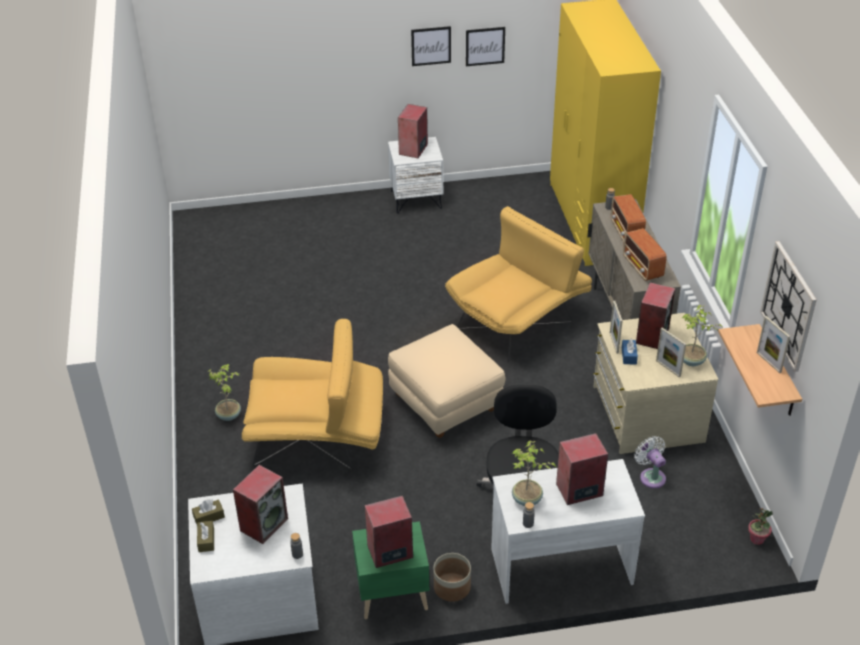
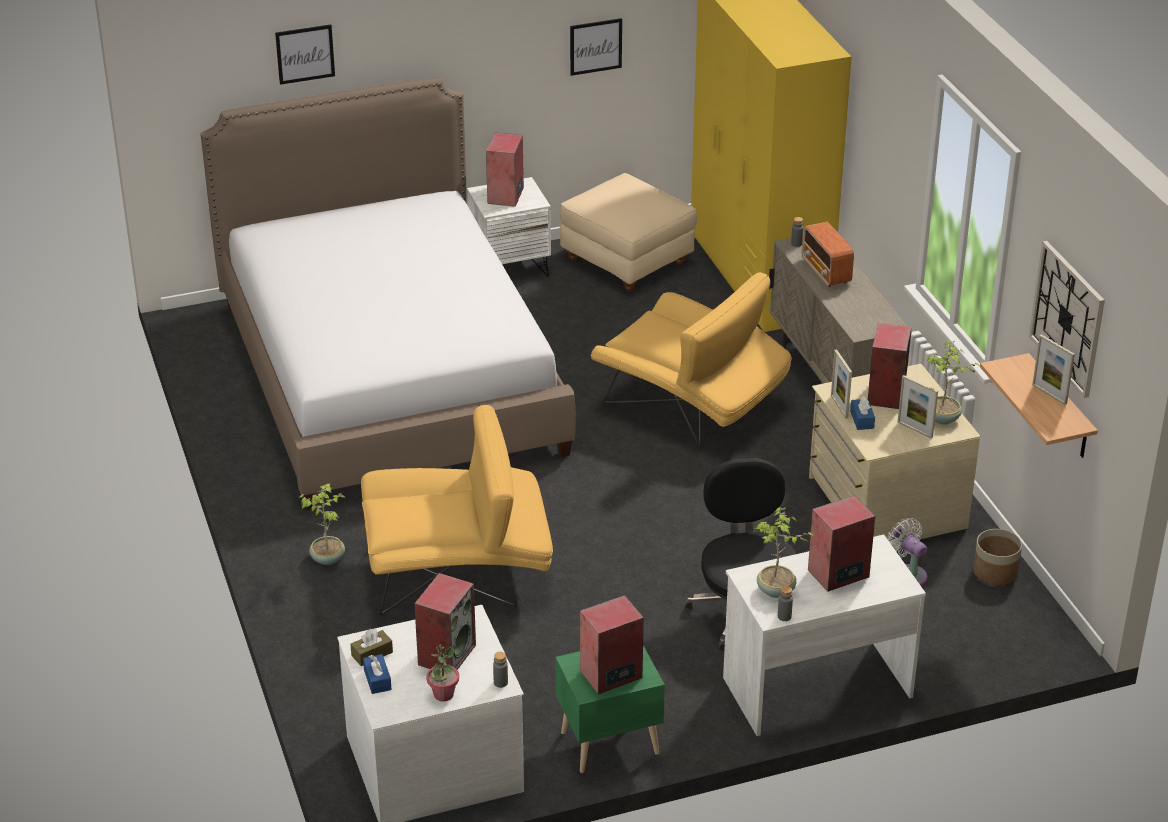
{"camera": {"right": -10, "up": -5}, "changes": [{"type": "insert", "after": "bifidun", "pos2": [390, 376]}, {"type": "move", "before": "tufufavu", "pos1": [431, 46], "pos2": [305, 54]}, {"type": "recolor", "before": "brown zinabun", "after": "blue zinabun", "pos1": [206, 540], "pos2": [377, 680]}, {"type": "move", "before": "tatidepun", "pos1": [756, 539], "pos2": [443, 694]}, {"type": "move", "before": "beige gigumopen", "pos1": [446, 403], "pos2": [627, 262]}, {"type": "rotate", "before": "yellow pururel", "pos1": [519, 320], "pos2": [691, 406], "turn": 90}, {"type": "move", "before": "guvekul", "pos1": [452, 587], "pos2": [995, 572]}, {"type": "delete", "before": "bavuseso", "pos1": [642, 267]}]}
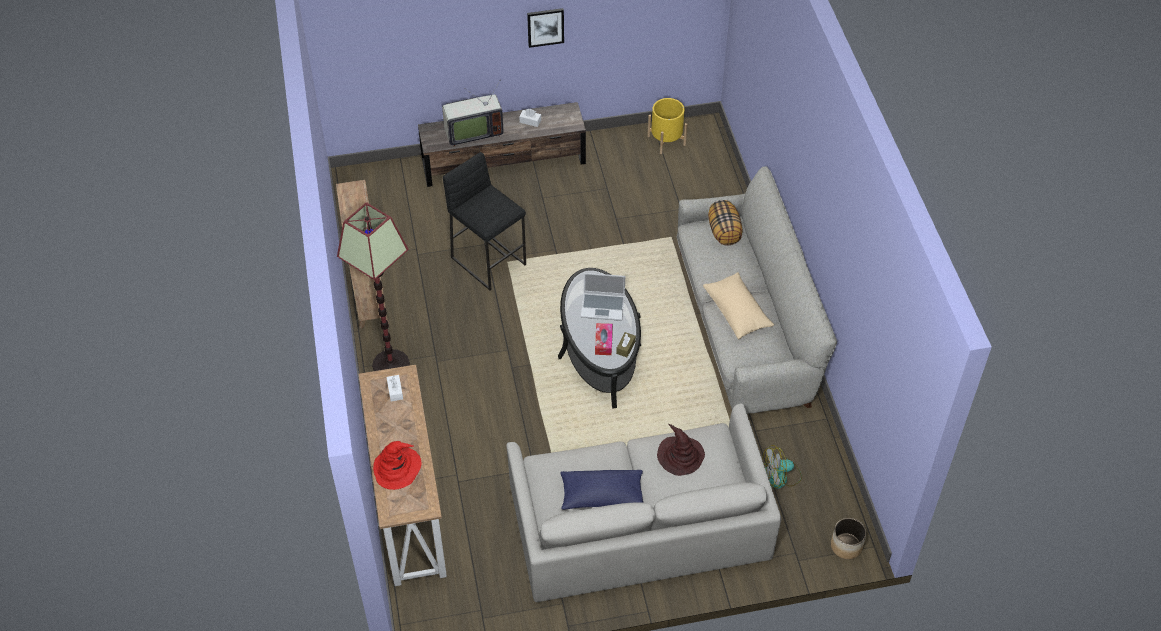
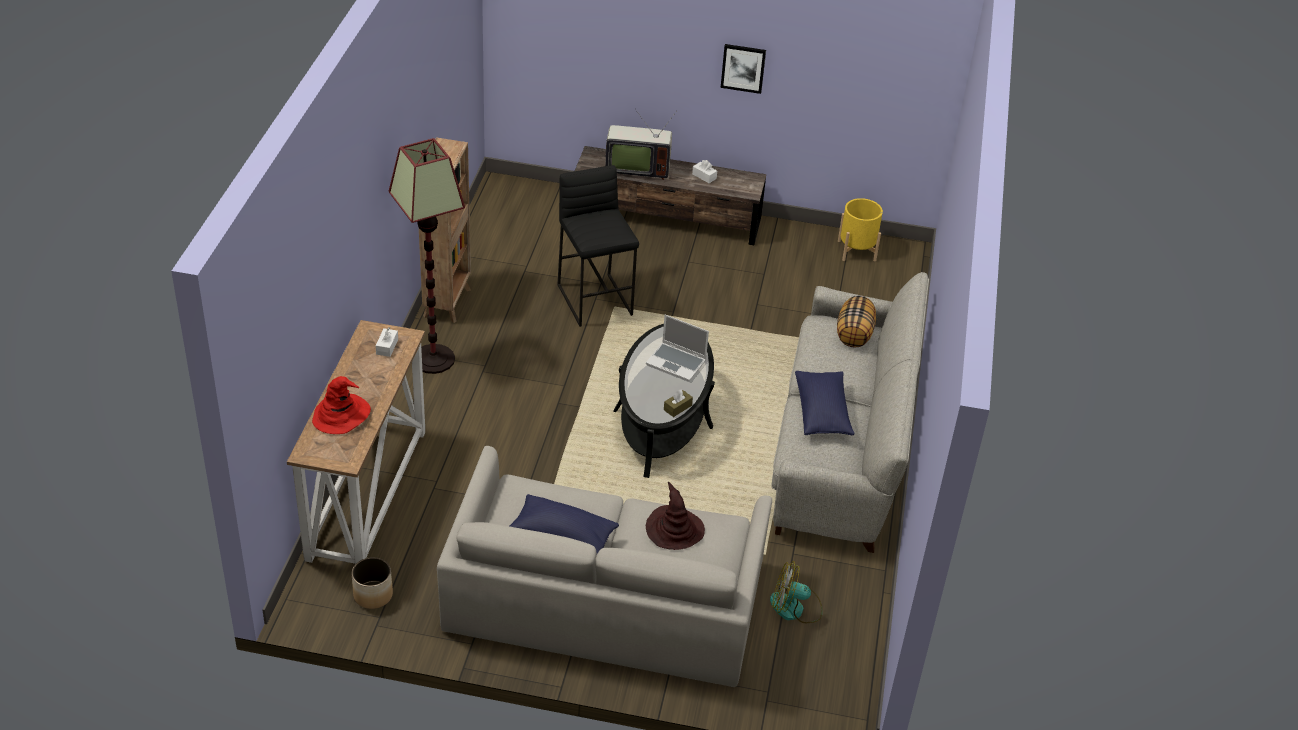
{"camera": {"right": 20, "up": -10}, "changes": [{"type": "move", "before": "guvekul", "pos1": [846, 546], "pos2": [372, 595]}, {"type": "recolor", "before": "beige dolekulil", "after": "blue dolekulil", "pos1": [737, 312], "pos2": [822, 412]}, {"type": "delete", "before": "zinabun", "pos1": [603, 342]}]}
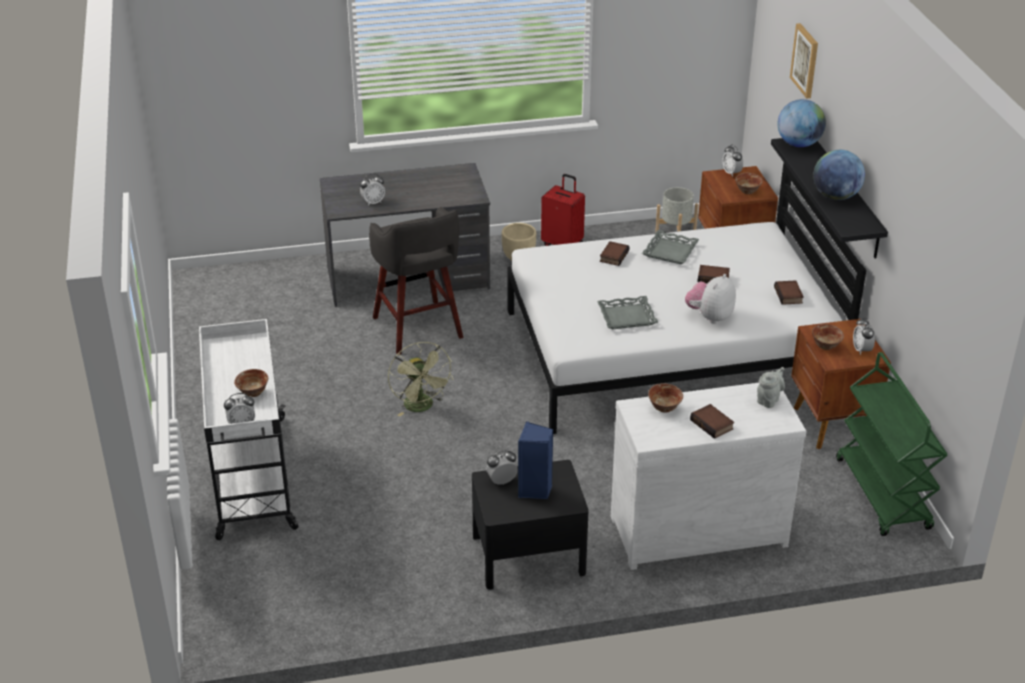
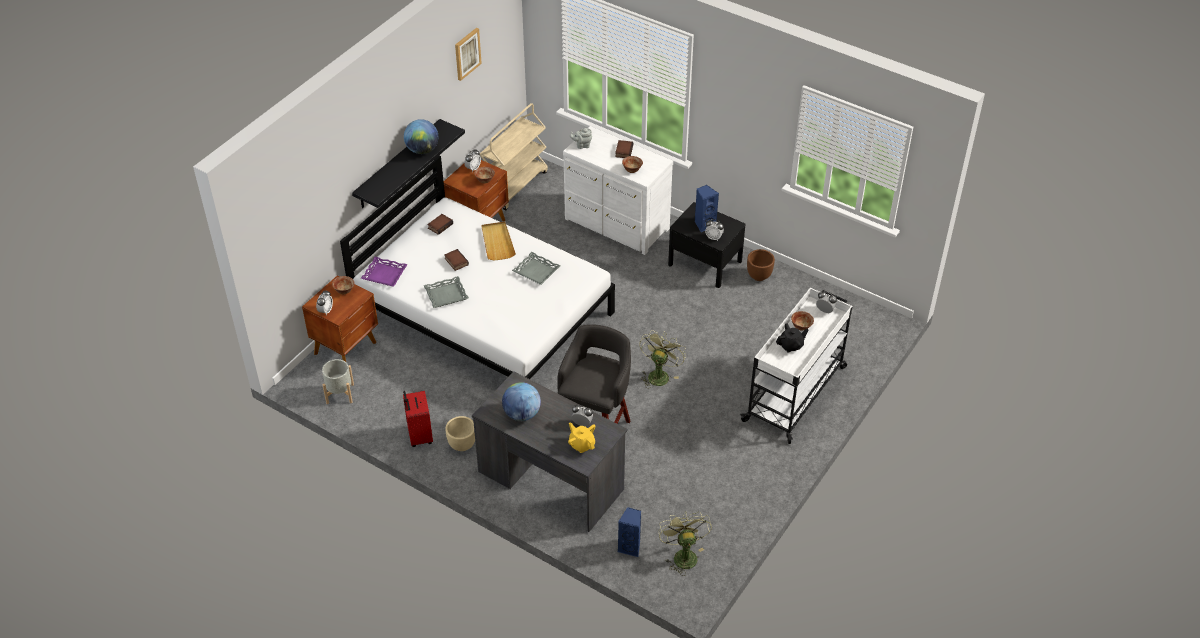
{"camera": {"right": -135, "up": 10}, "changes": [{"type": "insert", "after": "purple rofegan", "pos2": [384, 275]}, {"type": "move", "before": "tufufavu", "pos1": [805, 60], "pos2": [467, 53]}, {"type": "recolor", "before": "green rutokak", "after": "beige rutokak", "pos1": [883, 494], "pos2": [514, 185]}, {"type": "replace", "before": "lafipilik", "after": "beige rofegan", "pos1": [710, 317], "pos2": [497, 242]}, {"type": "move", "before": "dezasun", "pos1": [798, 144], "pos2": [522, 414]}, {"type": "insert", "after": "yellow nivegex", "pos2": [582, 444]}, {"type": "insert", "after": "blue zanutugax", "pos2": [630, 547]}, {"type": "insert", "after": "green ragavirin", "pos2": [683, 555]}, {"type": "insert", "after": "brown guvekul", "pos2": [759, 276]}, {"type": "insert", "after": "black nivegex", "pos2": [791, 345]}, {"type": "delete", "before": "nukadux", "pos1": [613, 256]}]}
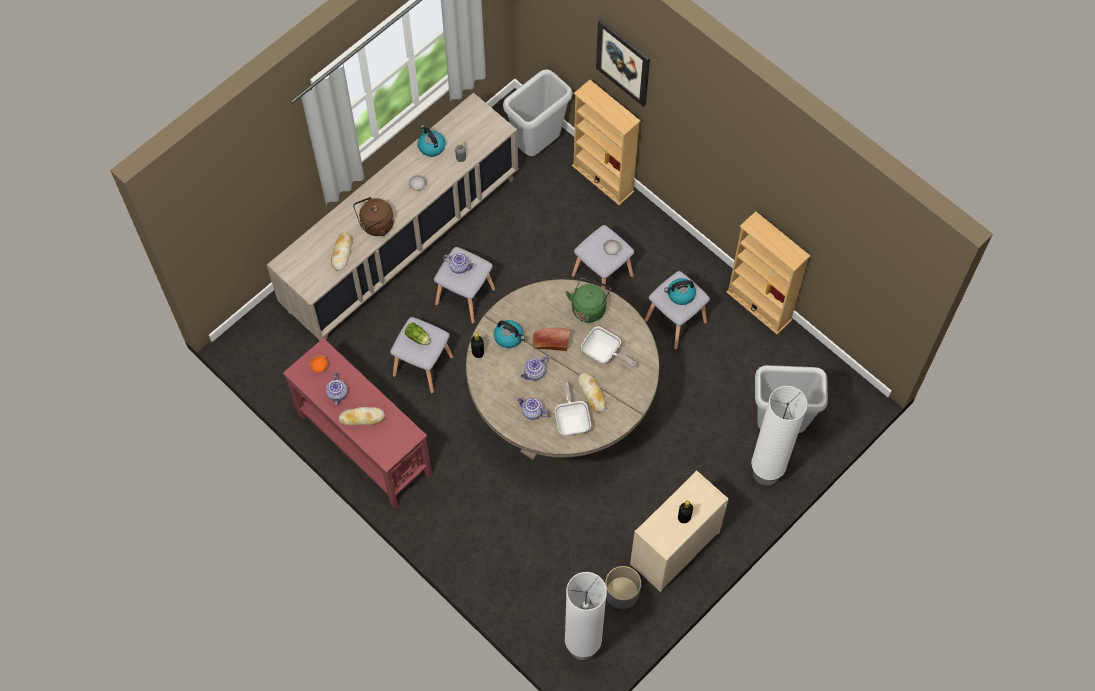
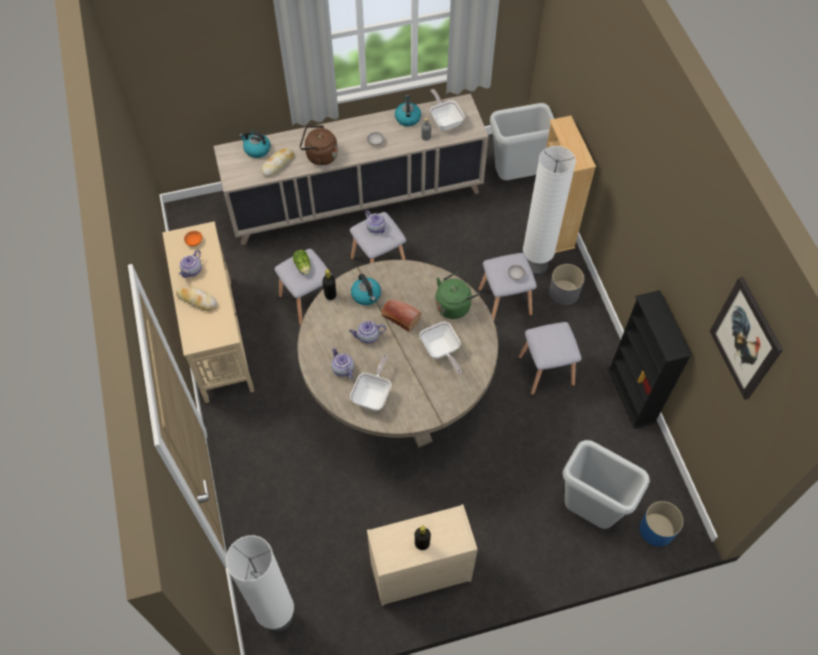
{"camera": {"right": 30, "up": -5}, "changes": [{"type": "recolor", "before": "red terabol", "after": "beige terabol", "pos1": [364, 444], "pos2": [218, 338]}, {"type": "move", "before": "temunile", "pos1": [680, 295], "pos2": [256, 149]}, {"type": "insert", "after": "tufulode", "pos2": [445, 120]}, {"type": "move", "before": "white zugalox", "pos1": [765, 474], "pos2": [535, 266]}, {"type": "move", "before": "grey guvekul", "pos1": [622, 593], "pos2": [564, 293]}, {"type": "recolor", "before": "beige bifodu", "after": "black bifodu", "pos1": [759, 306], "pos2": [631, 395]}, {"type": "insert", "after": "blue guvekul", "pos2": [656, 530]}, {"type": "move", "before": "tufufavu", "pos1": [623, 62], "pos2": [746, 339]}, {"type": "delete", "before": "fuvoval", "pos1": [592, 394]}]}
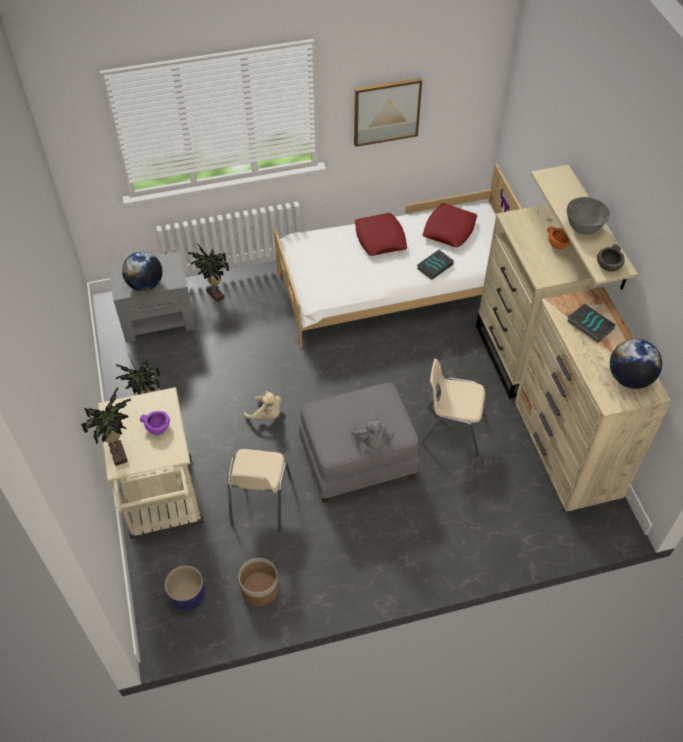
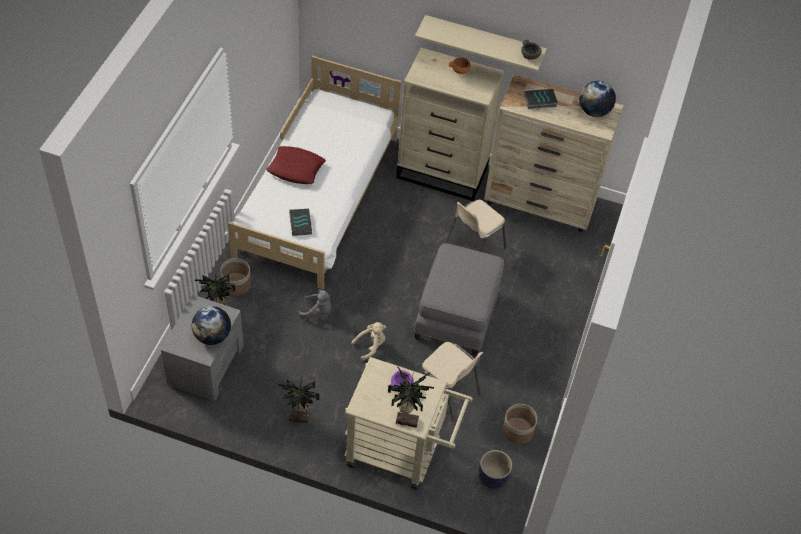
{"camera": {"right": -60, "up": 0}, "changes": [{"type": "insert", "after": "guvekul", "pos2": [236, 285]}, {"type": "move", "before": "nukadux", "pos1": [434, 266], "pos2": [299, 223]}, {"type": "move", "before": "grey lafipilik", "pos1": [372, 441], "pos2": [318, 311]}, {"type": "delete", "before": "tufufavu", "pos1": [386, 111]}, {"type": "delete", "before": "red dolekulil", "pos1": [449, 229]}, {"type": "delete", "before": "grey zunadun", "pos1": [583, 228]}]}
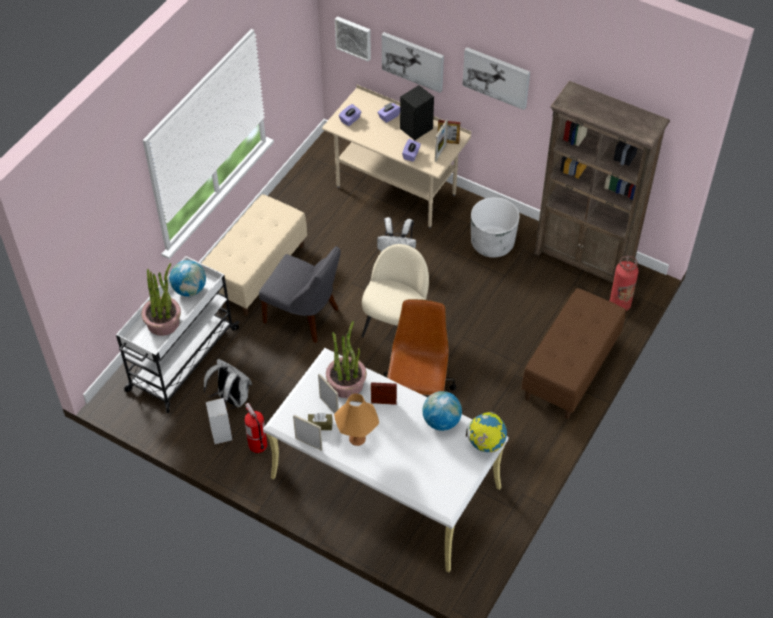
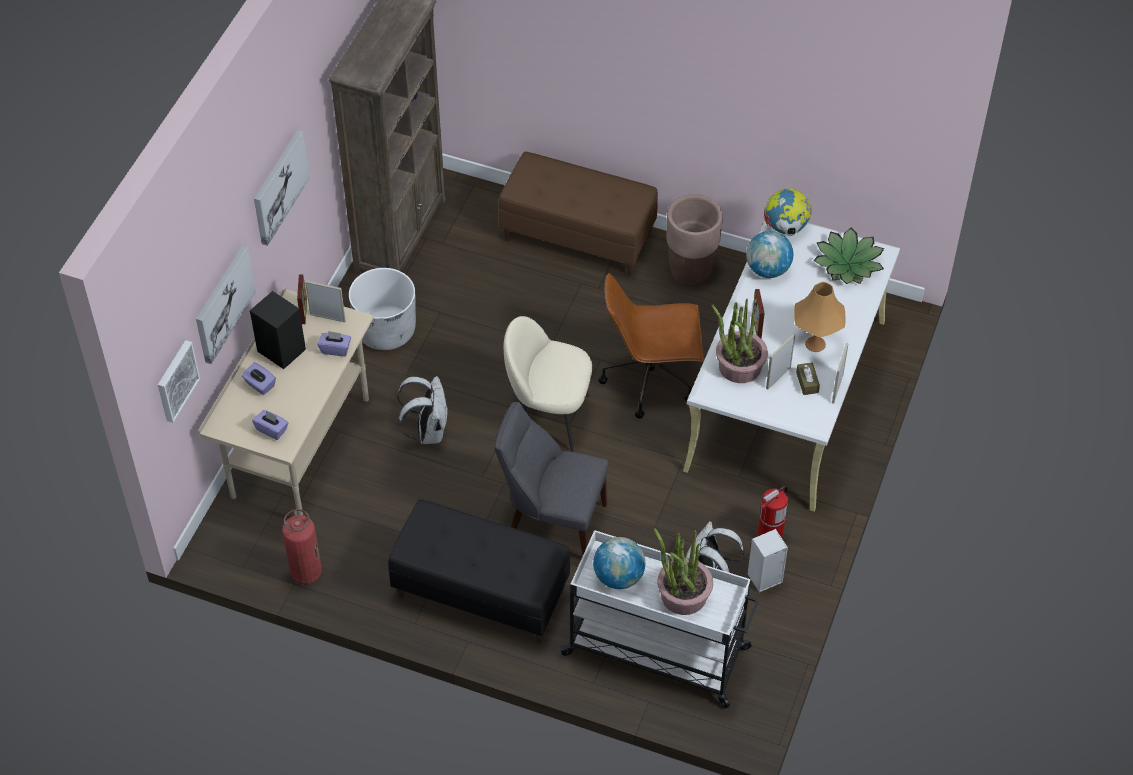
{"camera": {"right": -100, "up": 0}, "changes": [{"type": "move", "before": "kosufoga", "pos1": [619, 304], "pos2": [306, 572]}, {"type": "recolor", "before": "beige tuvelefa", "after": "black tuvelefa", "pos1": [256, 271], "pos2": [480, 593]}, {"type": "rotate", "before": "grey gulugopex", "pos1": [304, 316], "pos2": [552, 520], "turn": -90}, {"type": "insert", "after": "brown guvekul", "pos2": [691, 272]}, {"type": "insert", "after": "tatidepun", "pos2": [848, 264]}]}
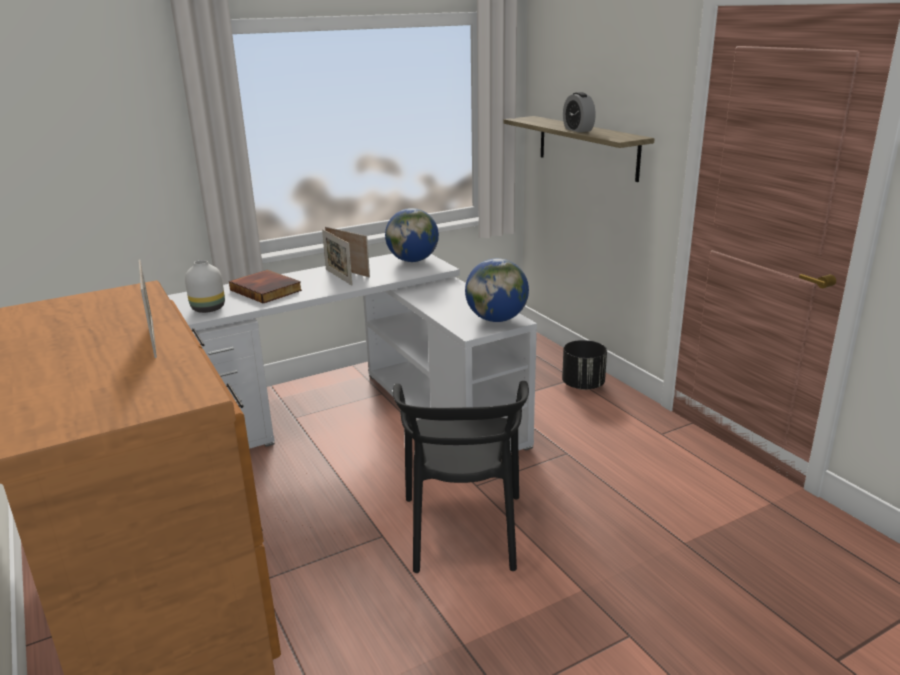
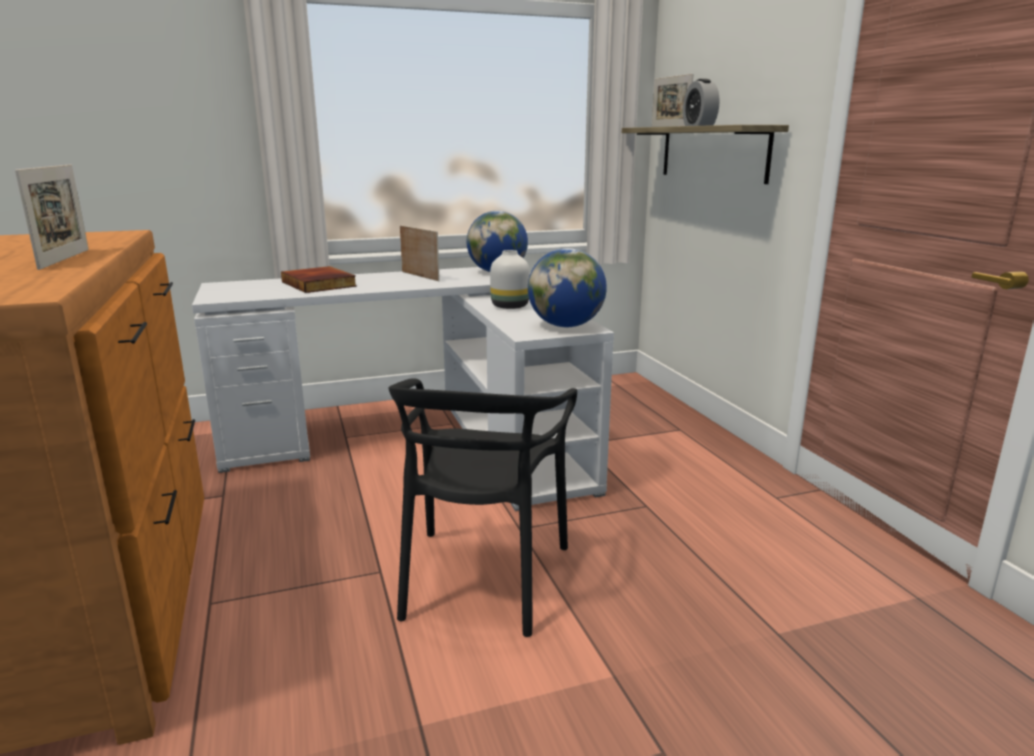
{"camera": {"right": 10, "up": -5}, "changes": [{"type": "move", "before": "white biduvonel", "pos1": [207, 309], "pos2": [509, 306]}, {"type": "move", "before": "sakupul", "pos1": [338, 277], "pos2": [669, 126]}, {"type": "delete", "before": "black guvekul", "pos1": [583, 385]}]}
